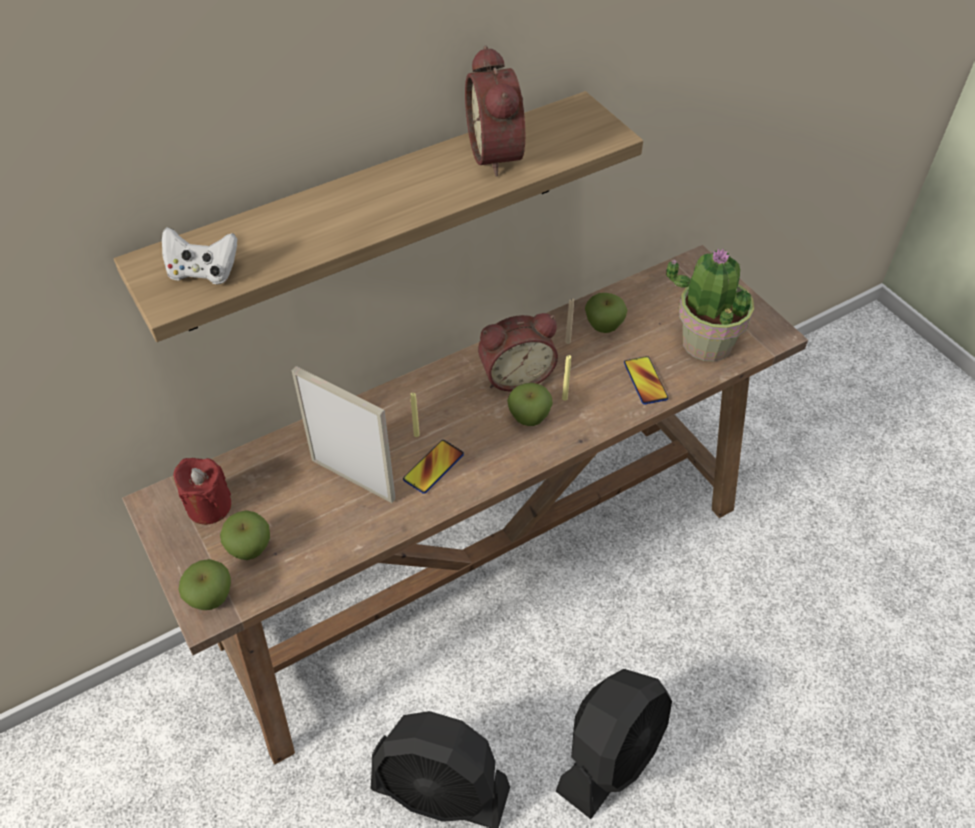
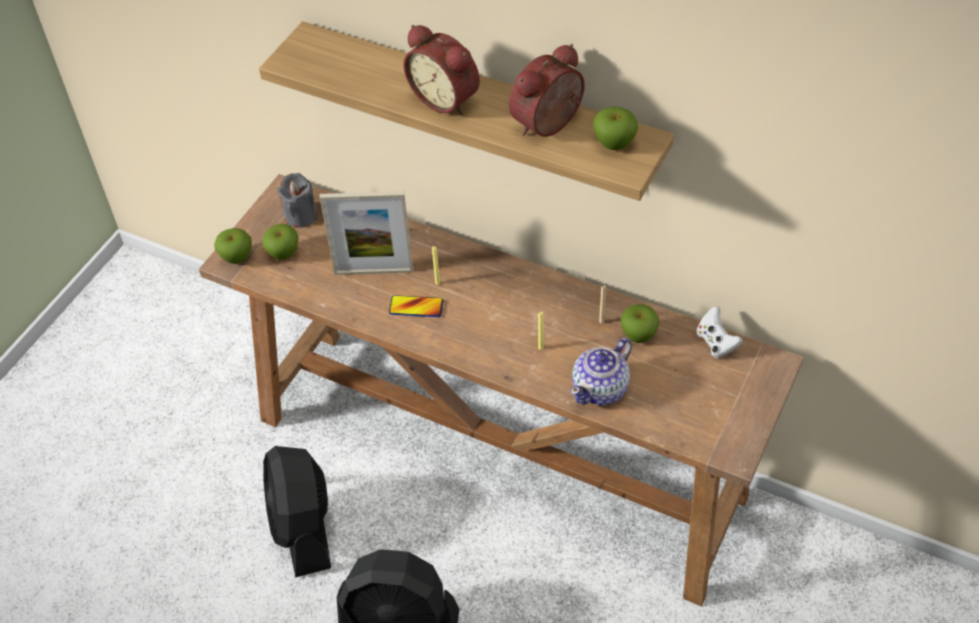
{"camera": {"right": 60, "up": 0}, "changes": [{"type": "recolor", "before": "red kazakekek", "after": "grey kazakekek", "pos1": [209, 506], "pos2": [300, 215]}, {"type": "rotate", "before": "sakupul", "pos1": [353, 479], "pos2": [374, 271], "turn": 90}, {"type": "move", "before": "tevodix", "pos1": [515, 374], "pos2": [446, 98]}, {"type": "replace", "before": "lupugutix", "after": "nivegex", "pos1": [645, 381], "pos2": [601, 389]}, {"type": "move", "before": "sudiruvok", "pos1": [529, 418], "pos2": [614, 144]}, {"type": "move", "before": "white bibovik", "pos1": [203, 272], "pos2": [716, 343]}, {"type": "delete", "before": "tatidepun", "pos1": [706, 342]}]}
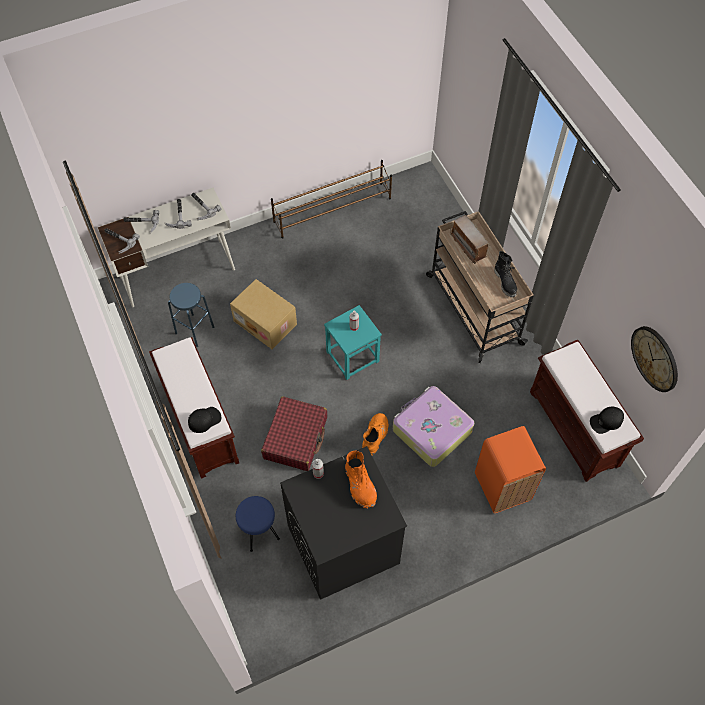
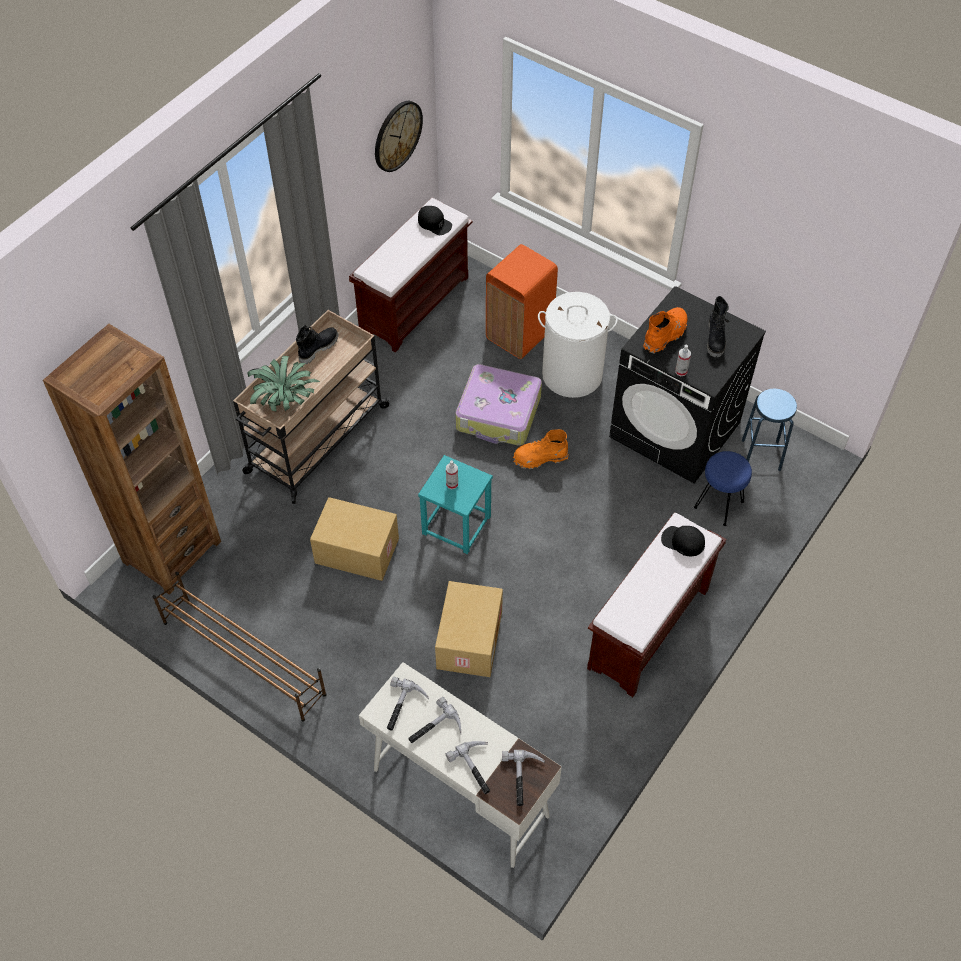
{"camera": {"right": -120, "up": -5}, "changes": [{"type": "insert", "after": "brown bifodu", "pos2": [172, 551]}, {"type": "replace", "before": "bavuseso", "after": "tatidepun", "pos1": [468, 246], "pos2": [285, 399]}, {"type": "insert", "after": "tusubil", "pos2": [356, 551]}, {"type": "insert", "after": "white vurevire", "pos2": [572, 374]}, {"type": "insert", "after": "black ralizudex", "pos2": [716, 340]}, {"type": "move", "before": "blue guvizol", "pos1": [194, 330], "pos2": [761, 455]}, {"type": "delete", "before": "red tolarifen", "pos1": [295, 438]}]}
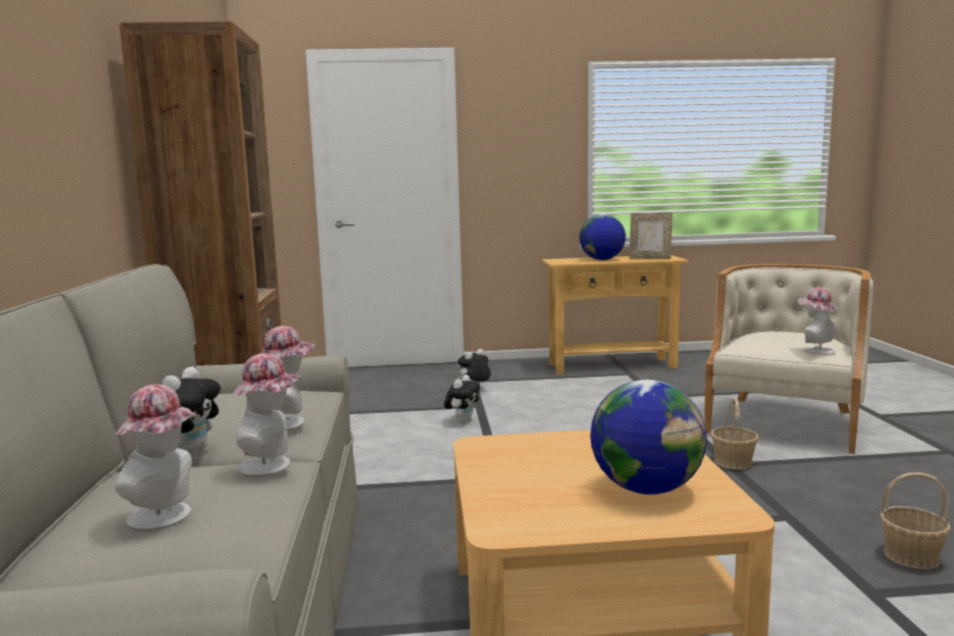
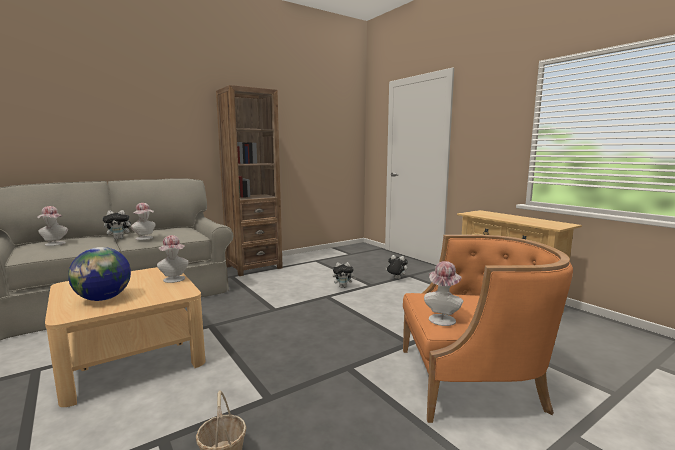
{"camera": {"right": 60, "up": 0}, "changes": [{"type": "move", "before": "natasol", "pos1": [271, 466], "pos2": [174, 280]}, {"type": "recolor", "before": "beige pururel", "after": "orange pururel", "pos1": [785, 421], "pos2": [473, 381]}, {"type": "delete", "before": "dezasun", "pos1": [602, 260]}, {"type": "delete", "before": "sakupul", "pos1": [650, 258]}, {"type": "delete", "before": "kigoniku", "pos1": [733, 462]}]}
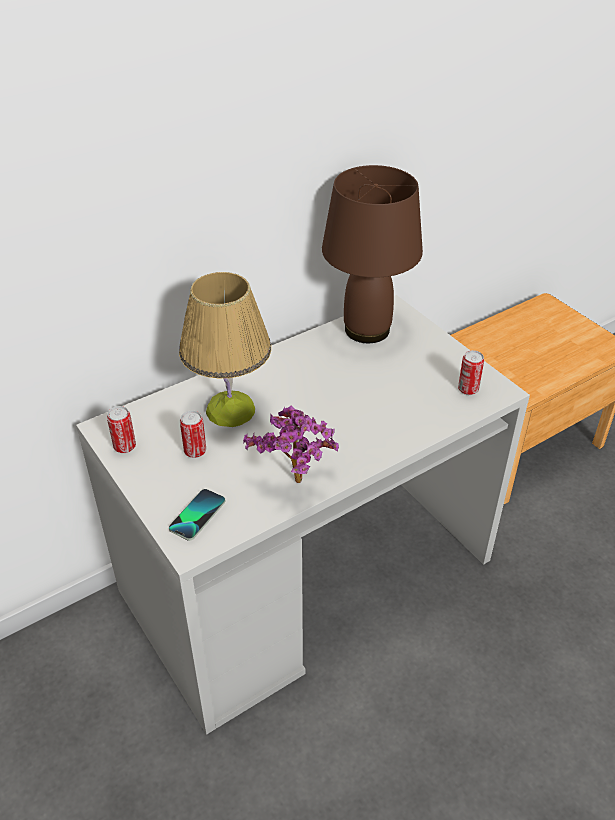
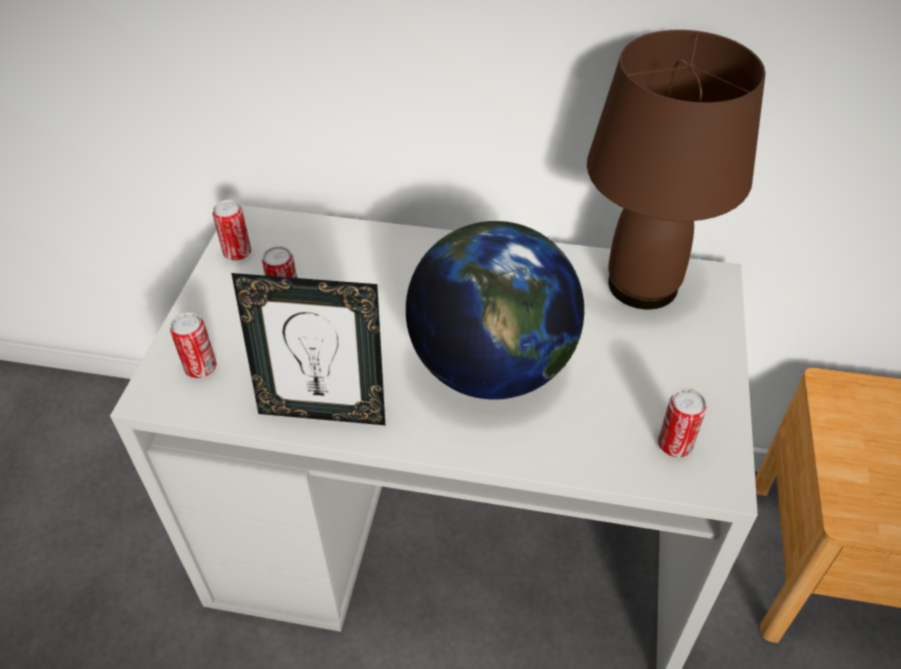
{"camera": {"right": 45, "up": 5}, "changes": [{"type": "replace", "before": "lupugutix", "after": "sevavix", "pos1": [197, 515], "pos2": [201, 368]}, {"type": "replace", "before": "tatidepun", "after": "sakupul", "pos1": [296, 486], "pos2": [323, 411]}, {"type": "insert", "after": "dezasun", "pos2": [492, 367]}, {"type": "delete", "before": "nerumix", "pos1": [230, 410]}]}
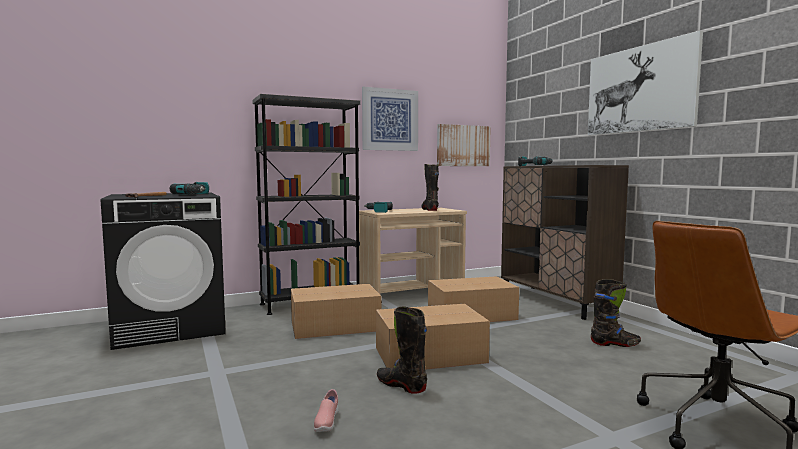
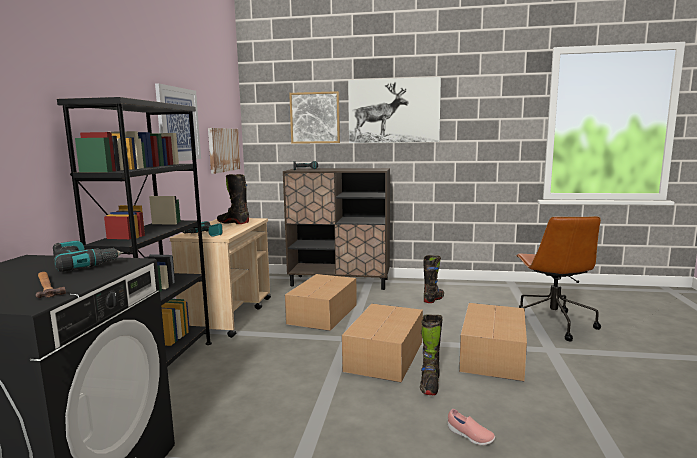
{"camera": {"right": -55, "up": 5}, "changes": [{"type": "insert", "after": "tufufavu", "pos2": [315, 118]}, {"type": "rotate", "before": "black ralizudex", "pos1": [401, 385], "pos2": [429, 385], "turn": -60}, {"type": "move", "before": "tusubil", "pos1": [336, 326], "pos2": [493, 354]}]}
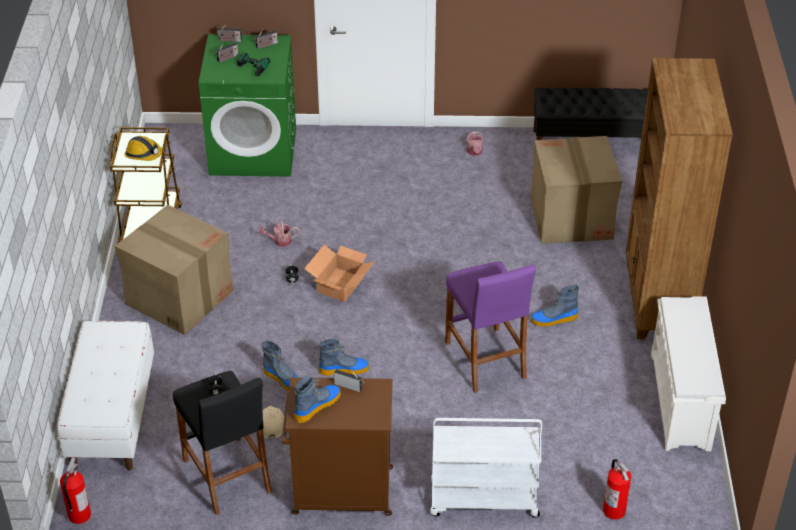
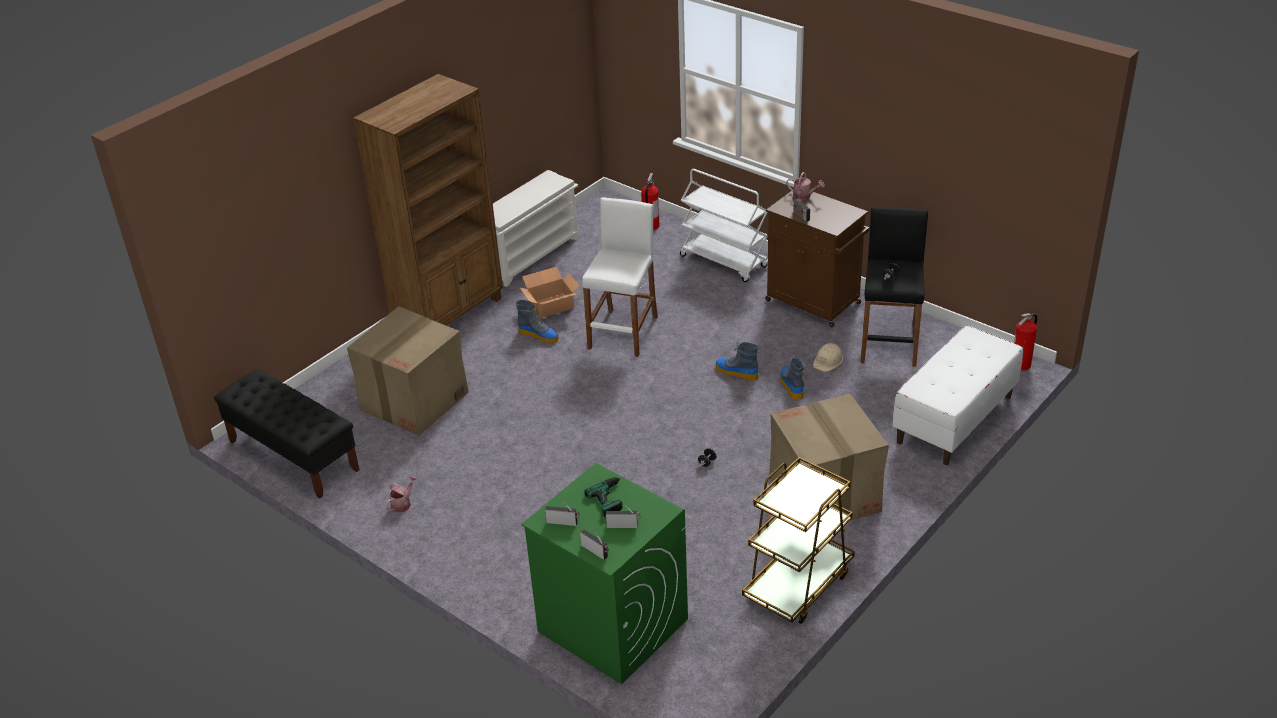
{"camera": {"right": -140, "up": -5}, "changes": [{"type": "move", "before": "tusubil", "pos1": [341, 284], "pos2": [550, 305]}, {"type": "recolor", "before": "purple guvizol", "after": "white guvizol", "pos1": [485, 360], "pos2": [623, 332]}, {"type": "move", "before": "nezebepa", "pos1": [280, 241], "pos2": [804, 196]}, {"type": "delete", "before": "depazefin", "pos1": [144, 154]}, {"type": "delete", "before": "ralizudex", "pos1": [317, 406]}]}
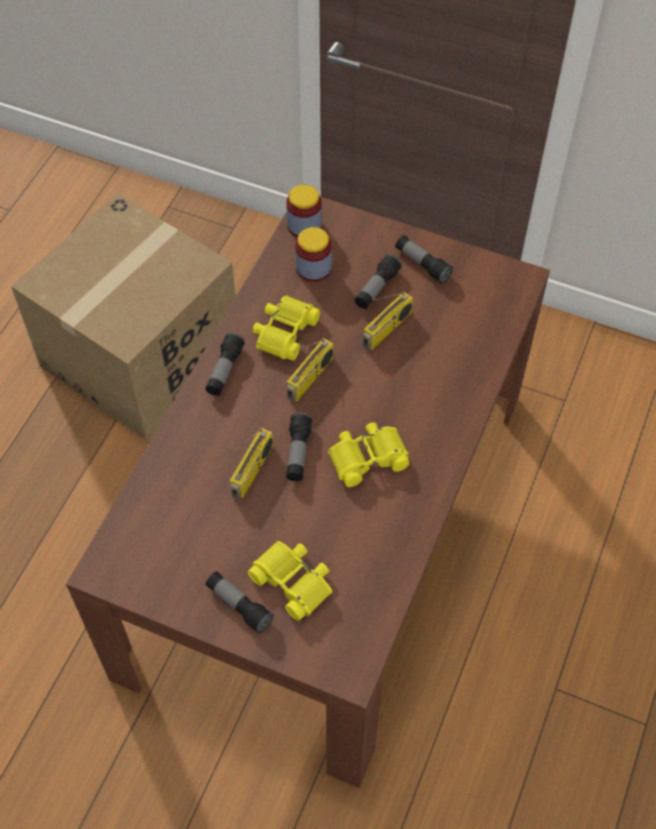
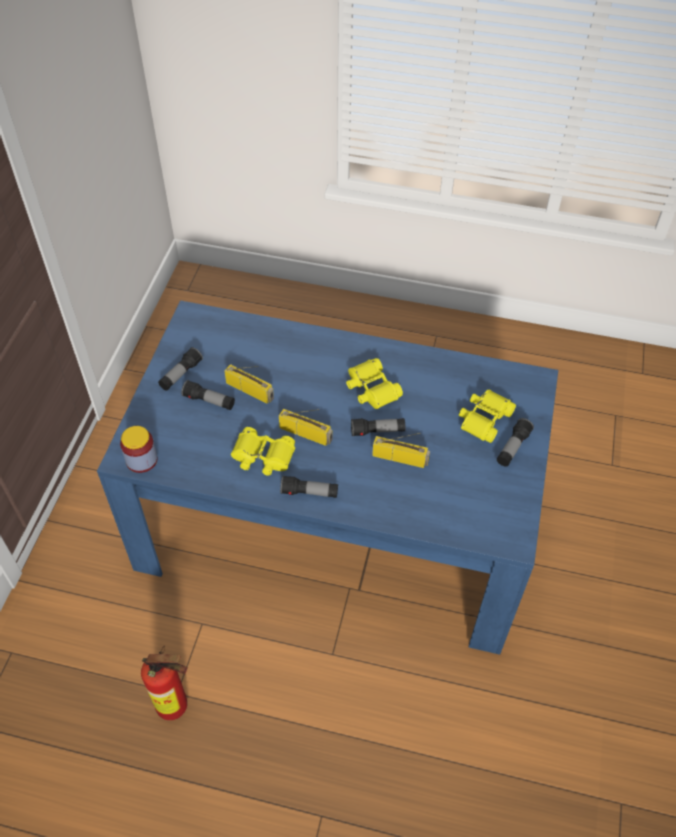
{"camera": {"right": -100, "up": -5}, "changes": [{"type": "recolor", "before": "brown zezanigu", "after": "blue zezanigu", "pos1": [327, 529], "pos2": [336, 522]}, {"type": "replace", "before": "tusubil", "after": "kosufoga", "pos1": [140, 355], "pos2": [177, 707]}, {"type": "delete", "before": "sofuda", "pos1": [313, 268]}]}
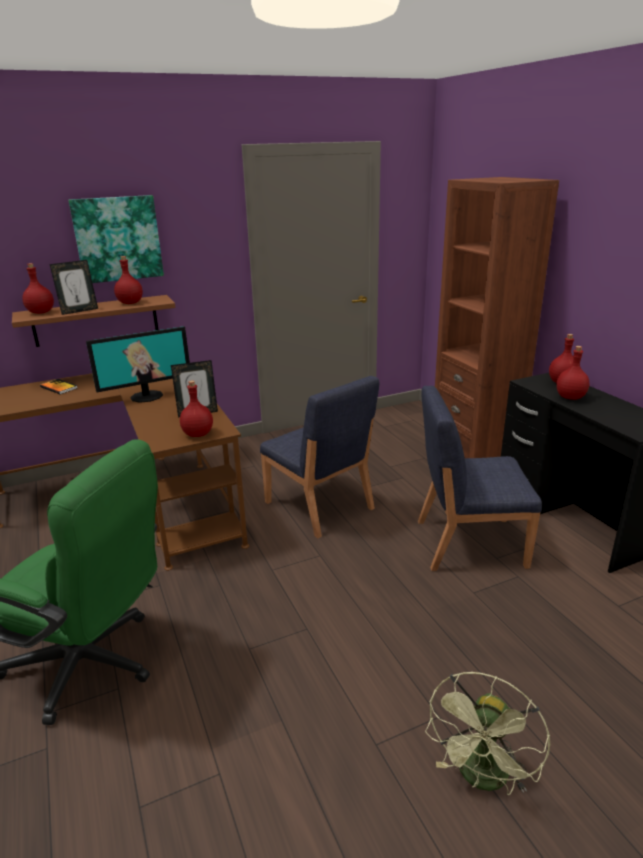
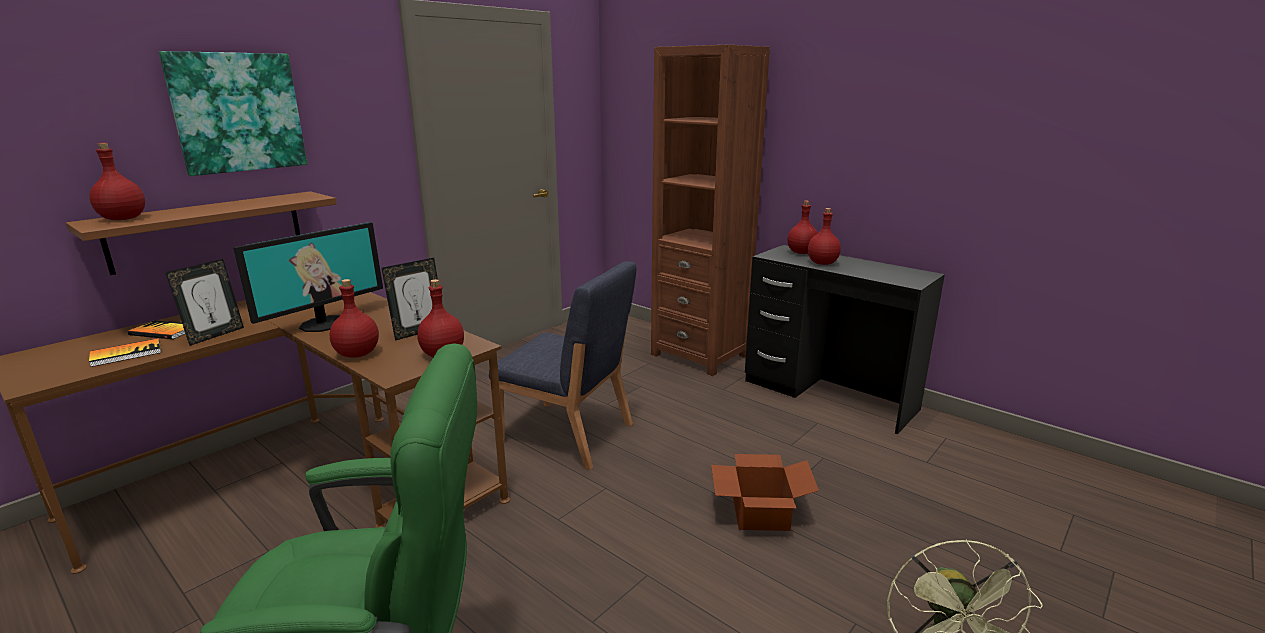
{"camera": {"right": -25, "up": -5}, "changes": [{"type": "insert", "after": "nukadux", "pos2": [126, 354]}, {"type": "move", "before": "sakupul", "pos1": [79, 311], "pos2": [215, 335]}, {"type": "move", "before": "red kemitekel", "pos1": [130, 303], "pos2": [358, 354]}, {"type": "insert", "after": "tusubil", "pos2": [758, 513]}, {"type": "delete", "before": "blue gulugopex", "pos1": [468, 543]}]}
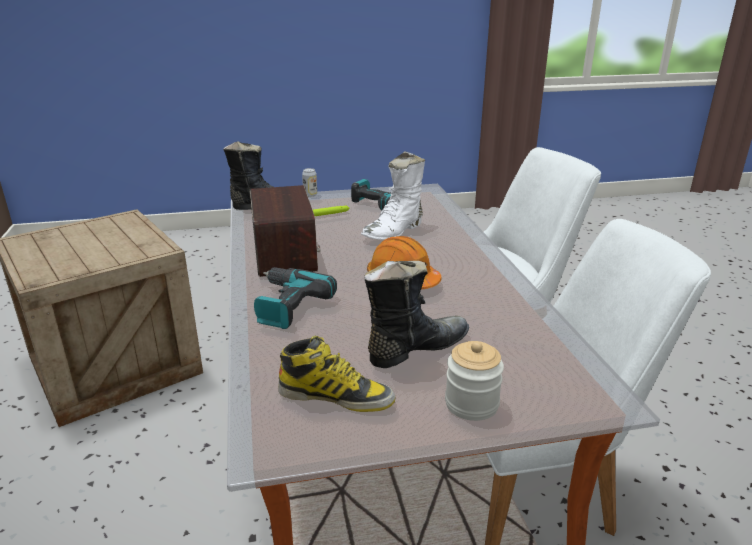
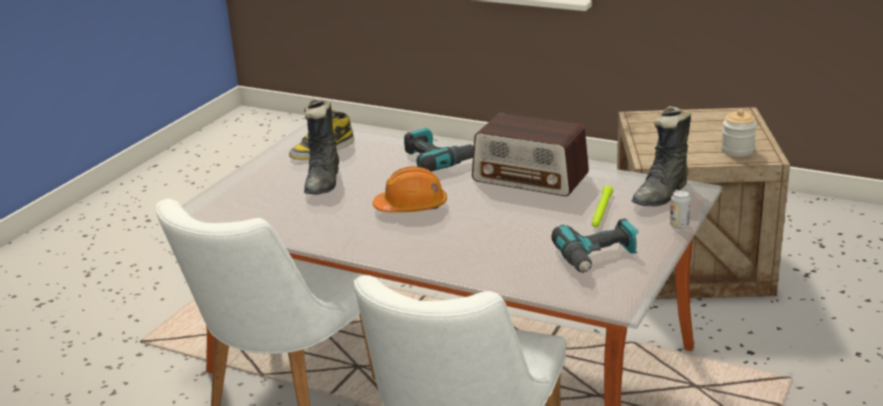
{"camera": {"right": 130, "up": 0}, "changes": [{"type": "move", "before": "sofuda", "pos1": [471, 404], "pos2": [737, 150]}, {"type": "delete", "before": "white ralizudex", "pos1": [395, 231]}]}
